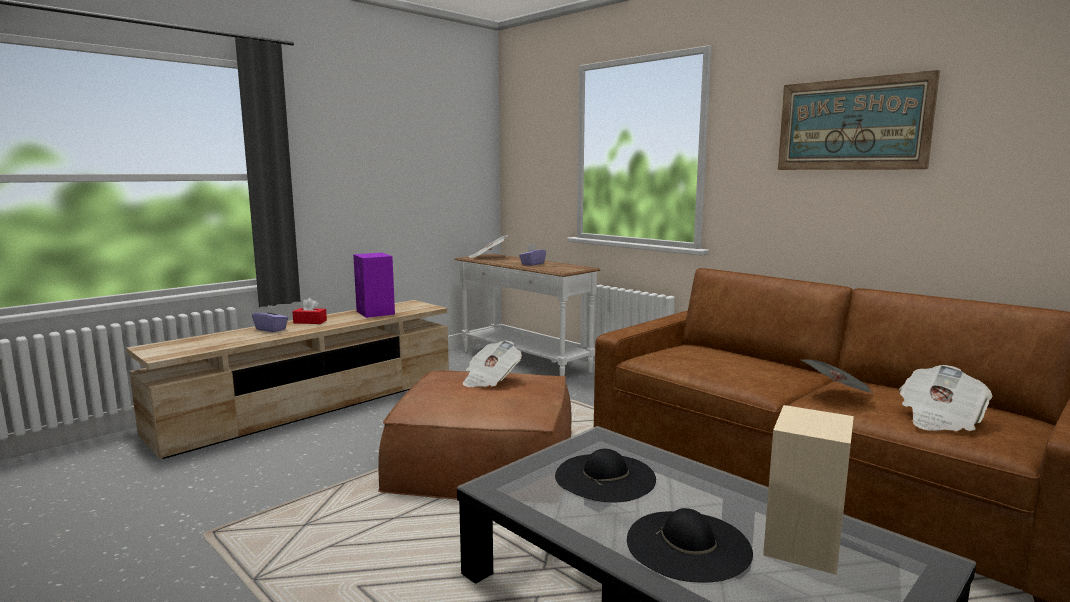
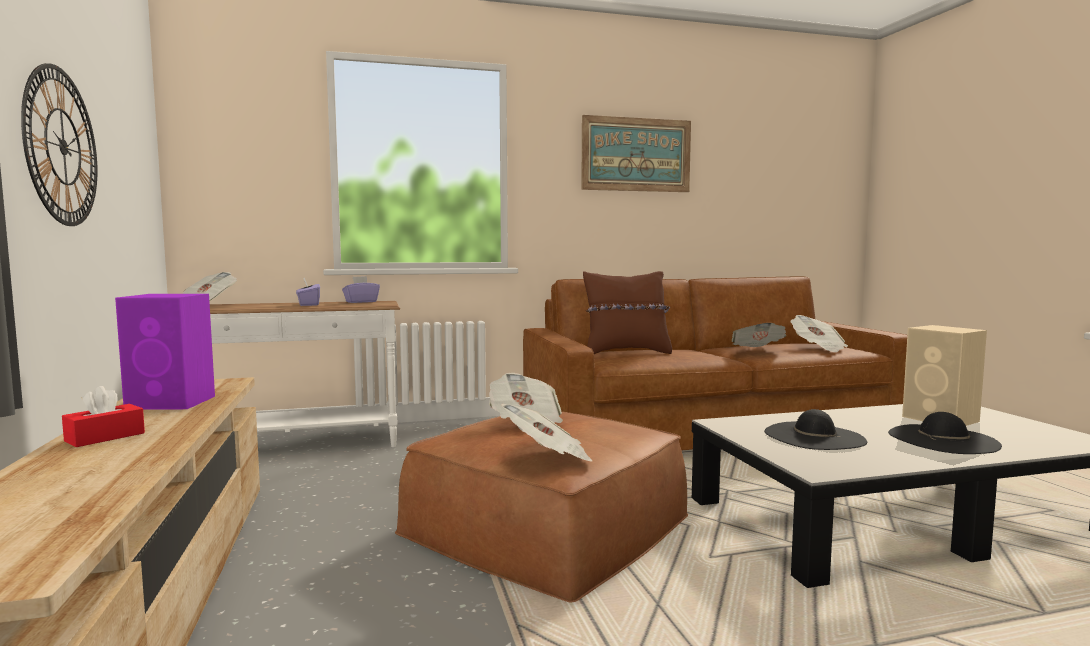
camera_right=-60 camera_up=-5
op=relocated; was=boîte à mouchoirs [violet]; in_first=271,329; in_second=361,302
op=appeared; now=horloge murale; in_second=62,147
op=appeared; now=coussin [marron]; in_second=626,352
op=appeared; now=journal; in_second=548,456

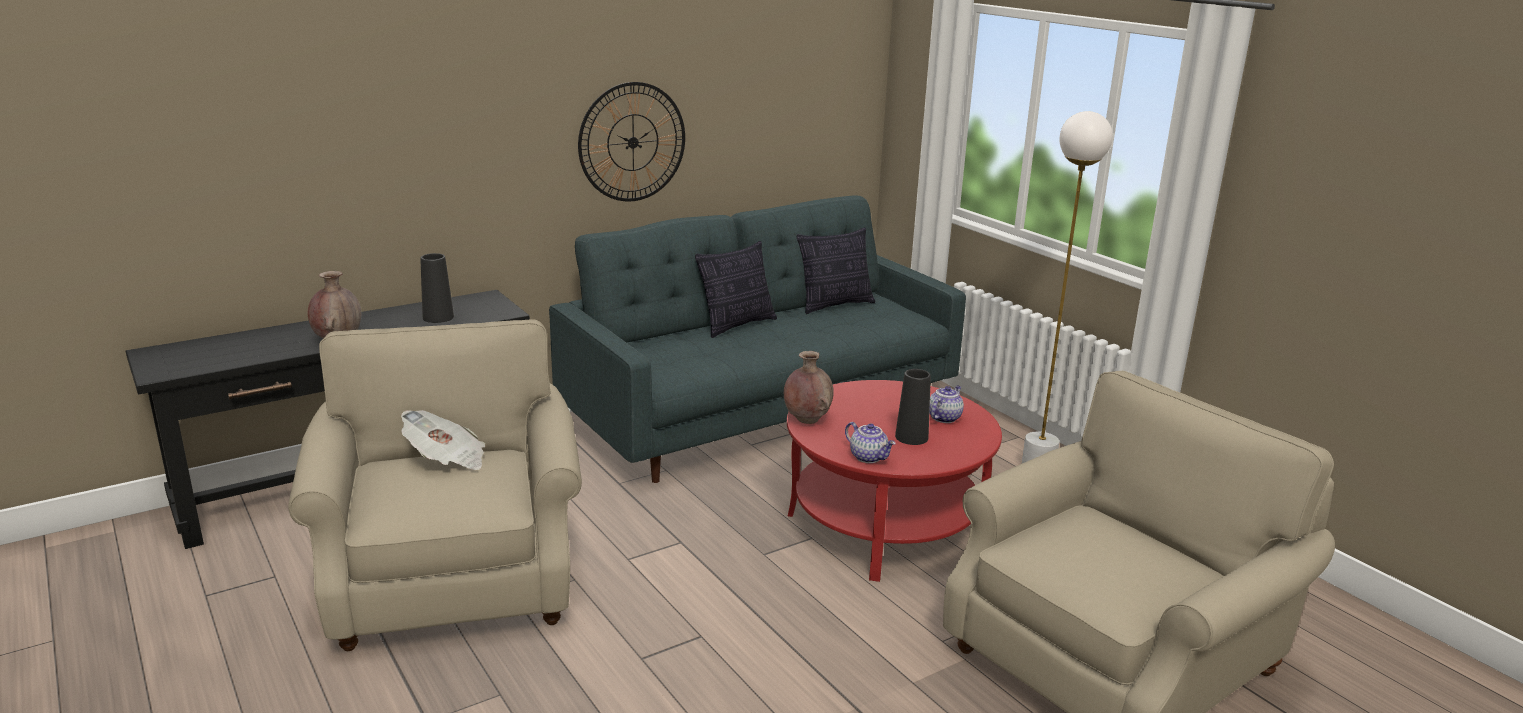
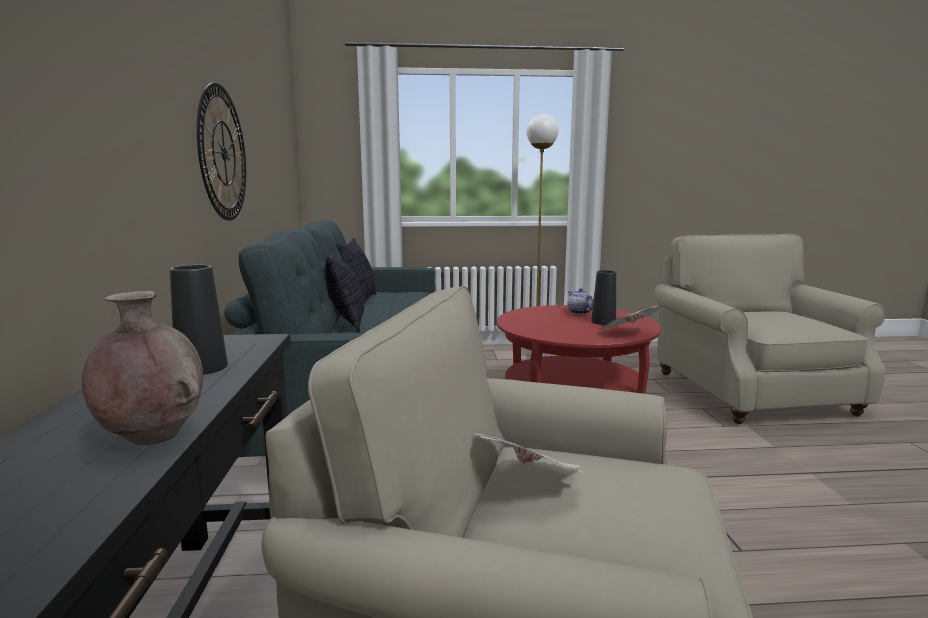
camera_right=-60 camera_up=-10
op=missing; was=vase [marron]; in_first=806,420
op=exchanged; was=théière; now=journal; in_first=869,457; in_second=628,334

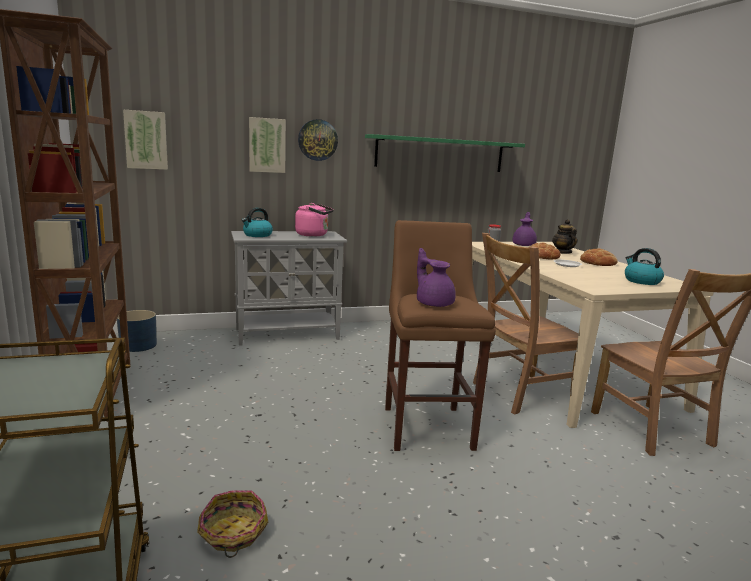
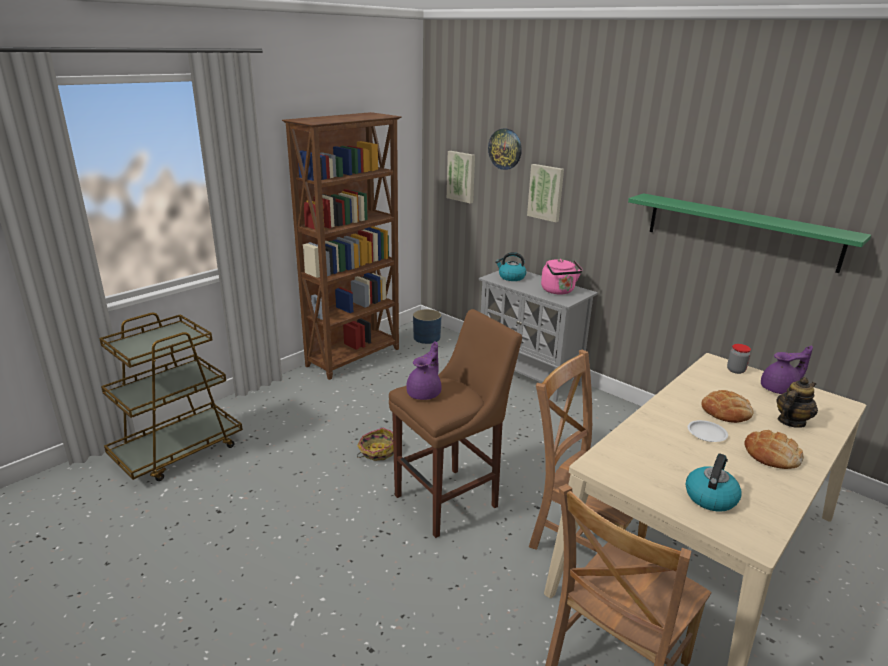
camera_right=60 camera_up=10
op=relocated; was=horloge murale; in_first=317,140; in_second=505,149
op=relocated; was=panier; in_first=233,533; in_second=377,451

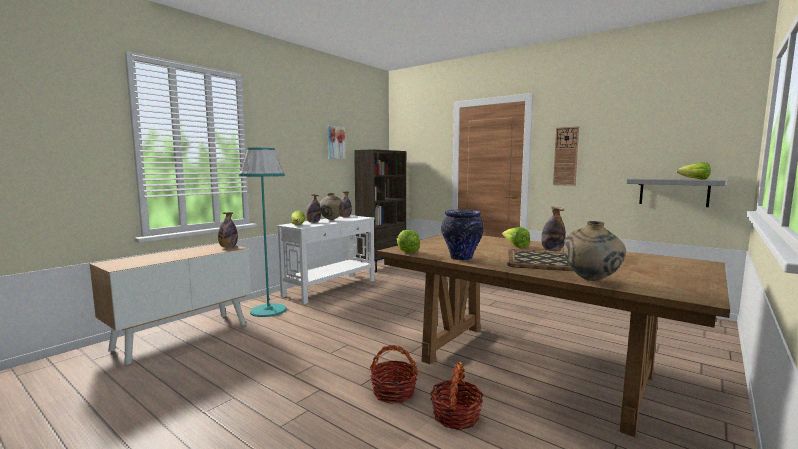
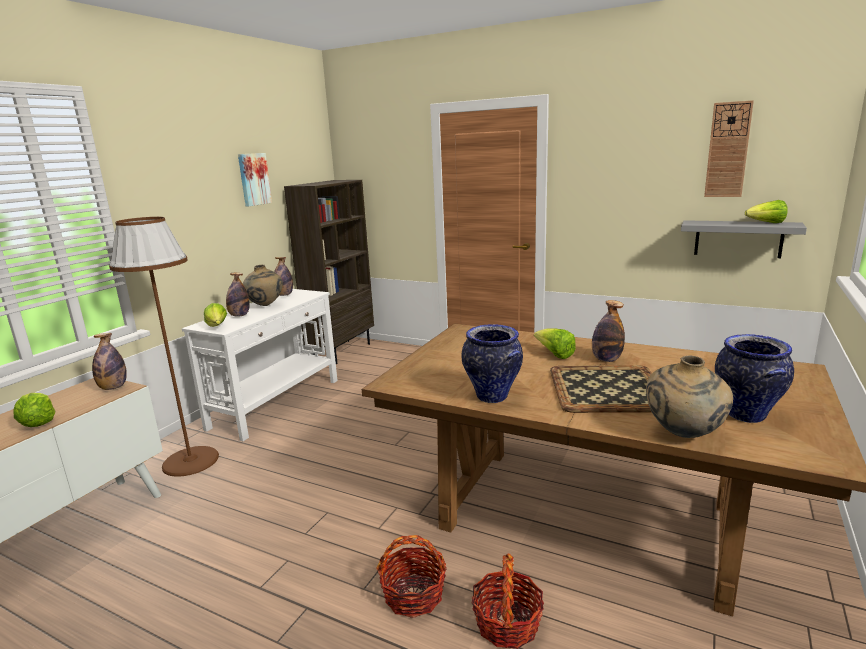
camera_right=-10 camera_up=10
op=relocated; was=horloge murale; in_first=566,156; in_second=728,150
op=colour; was=lampadaire [turquoise]; now=lampadaire [marron]; in_first=268,310; in_second=191,461
op=relocated; was=laitue; in_first=407,252; in_second=38,423
op=appeared; now=vase; in_second=747,416

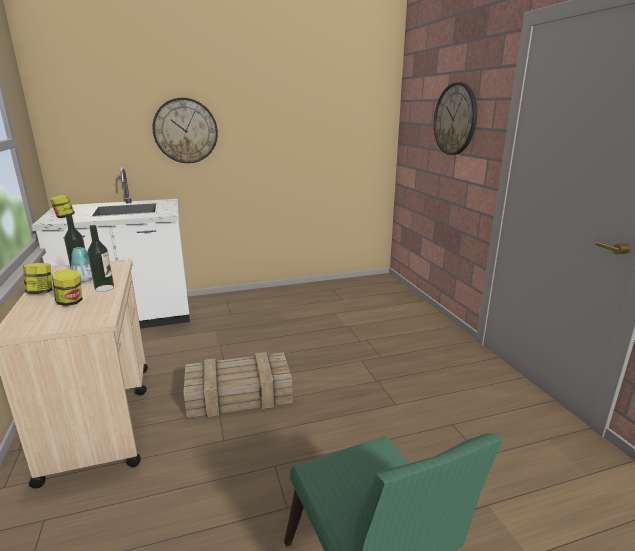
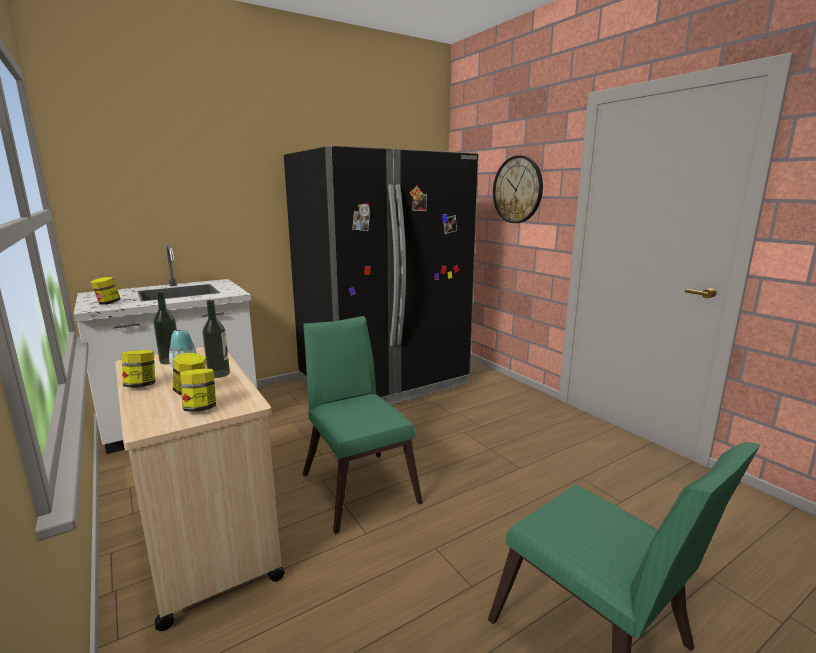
camera_right=-15 camera_up=-5
op=missing; was=horloge murale; in_first=185,131
op=exchanged; was=caisse; now=chaise [vert]; in_first=240,394; in_second=358,483
op=appeared; now=réfrigérateur [noir]; in_second=384,383
op=appeared; now=bocal; in_second=200,408

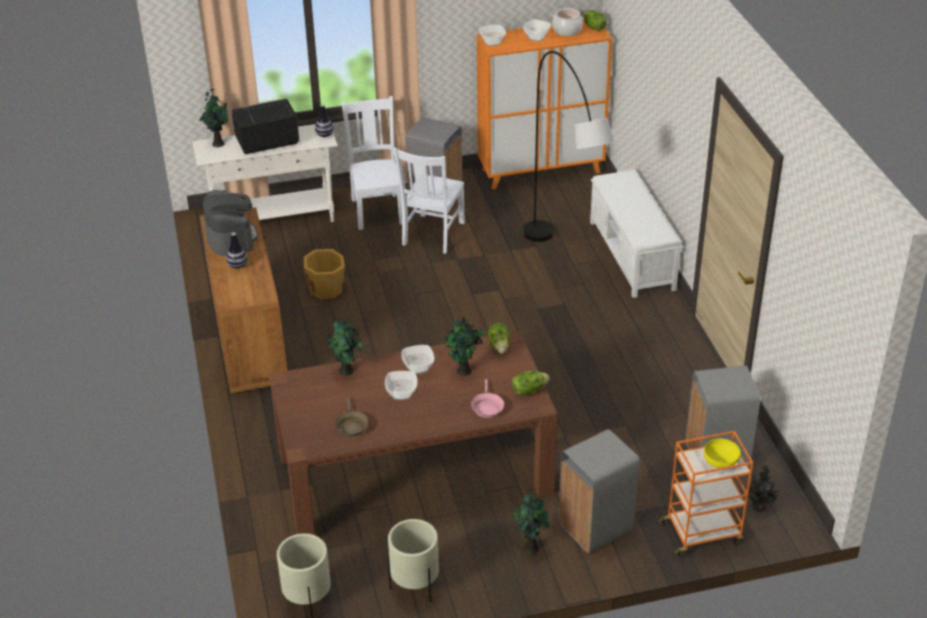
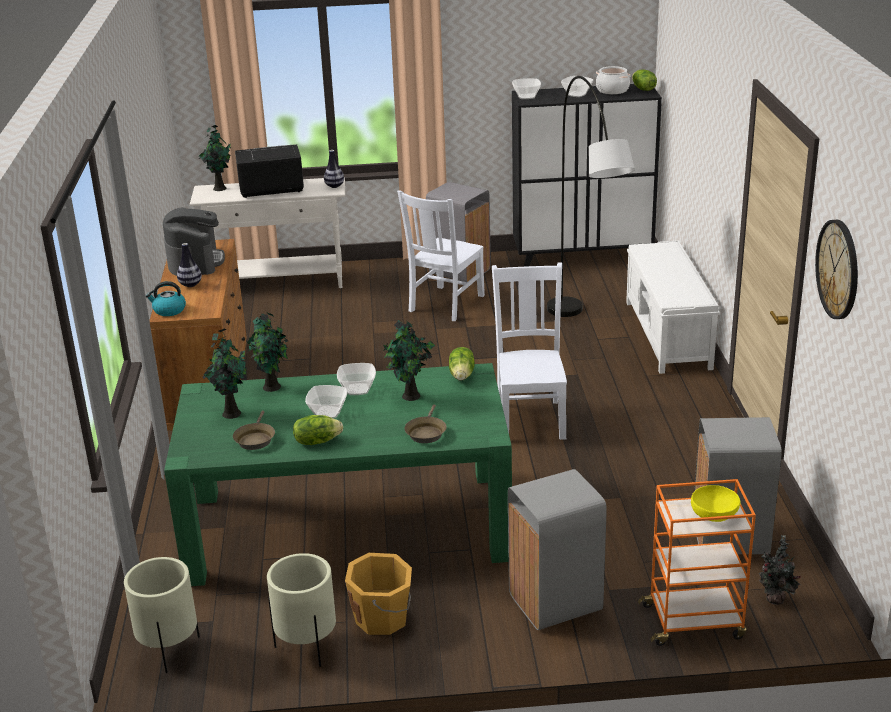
camera_right=10 camera_up=-10
op=colour; was=meuble de rangement [orange]; now=meuble de rangement [noir]; in_first=541,171; in_second=583,256
op=relocated; was=chaise [blanc]; in_first=377,210; in_second=531,418
op=relocated; was=seau [orange]; in_first=327,289; in_second=383,618
op=colour; was=table à manger [marron]; now=table à manger [vert]; in_first=414,473; in_second=348,525
op=relocated; was=laitue; in_first=529,390; in_second=317,441
op=colour; was=poêle [rose]; now=poêle [marron]; in_first=487,407; in_second=426,432
op=relocated; was=plante en pot; in_first=530,547; in_second=231,413
op=appeared; now=horloge murale; in_second=838,269
op=appeared; now=bouilloire; in_second=169,310

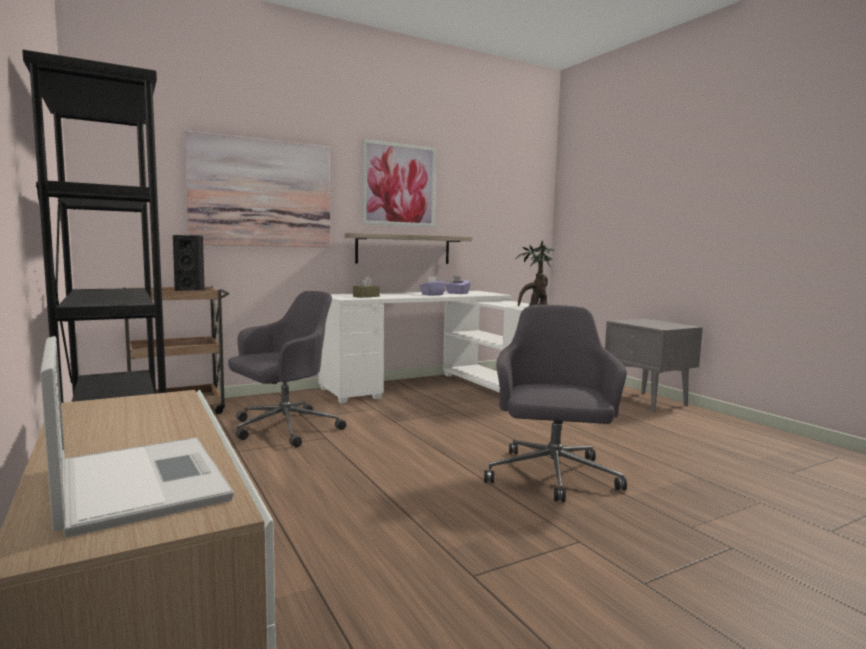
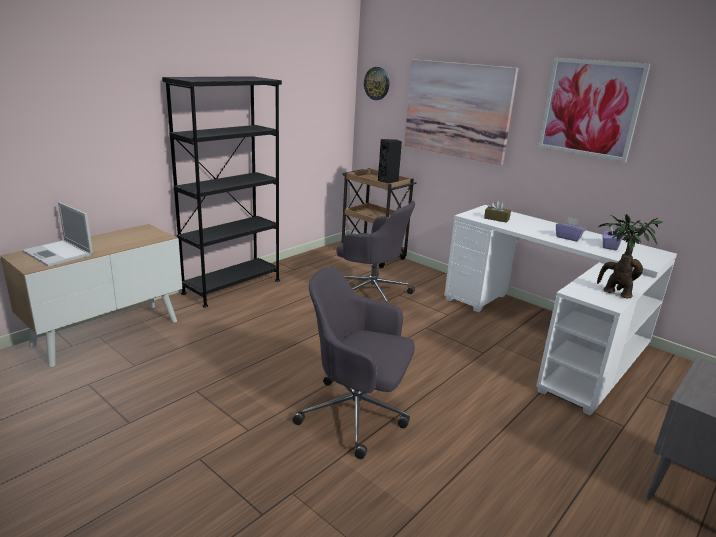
camera_right=70 camera_up=15
op=missing; was=étagère; in_first=403,249
op=spun; was=chaise de bureau [gris]; in_first=552,476; in_second=357,414; clockwise=-150
op=spun; was=ordinateur portable; in_first=137,482; in_second=59,254; clockwise=90
op=appeared; now=horloge murale; in_second=377,83

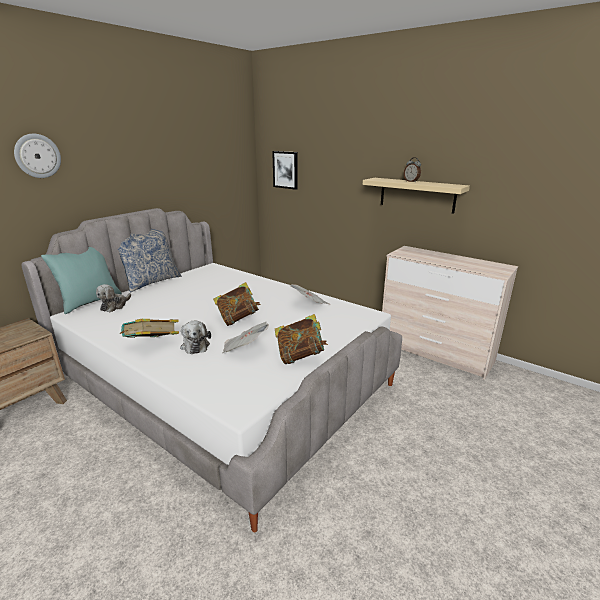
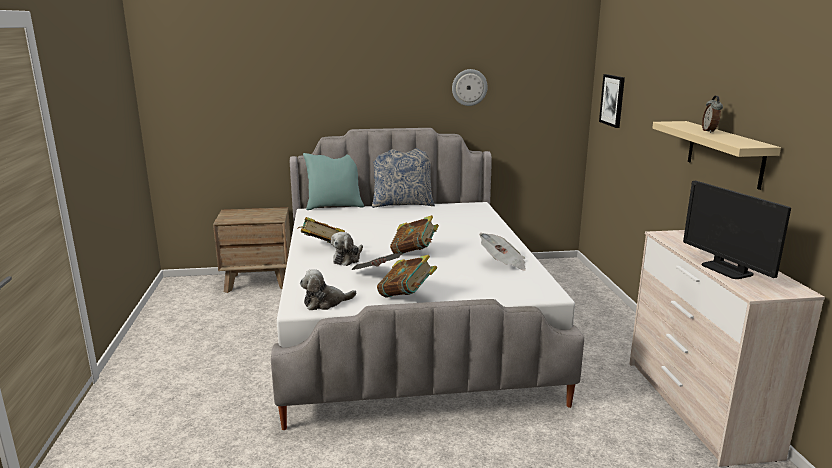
camera_right=45 camera_up=-5
op=relocated; was=horloge murale; in_first=37,156; in_second=469,87
op=relocated; was=peluche; in_first=115,306; in_second=325,303
op=appeared; now=écran d'ordinateur; in_second=727,270

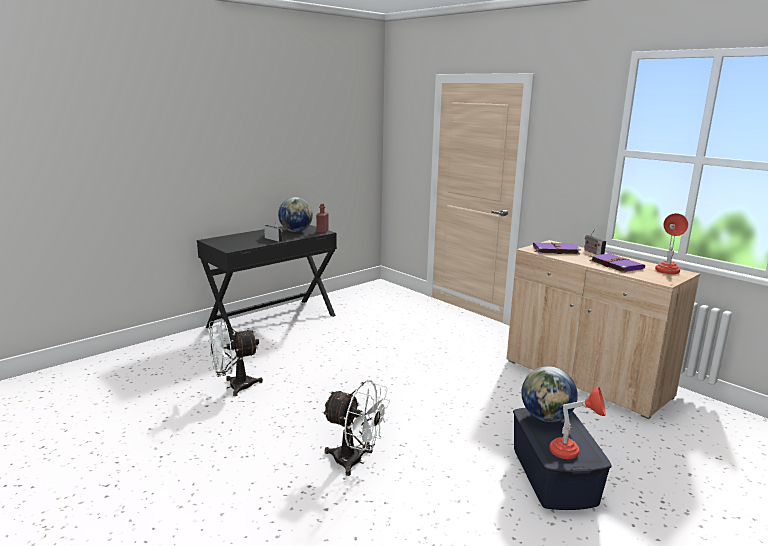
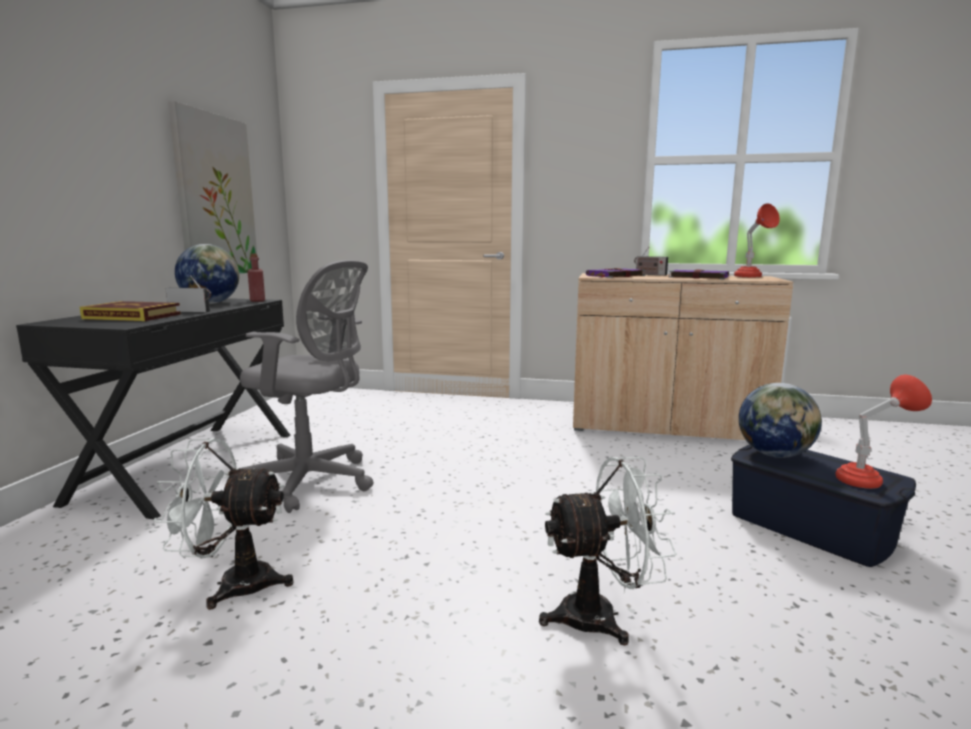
camera_right=-35 camera_up=-5
op=spun; was=ventilateur [blanc]; in_first=234,387; in_second=233,584; clockwise=60
op=appeared; now=tableau; in_second=215,196
op=appeared; now=chaise de bureau [gris]; in_second=312,482
op=appeared; now=livre; in_second=132,316

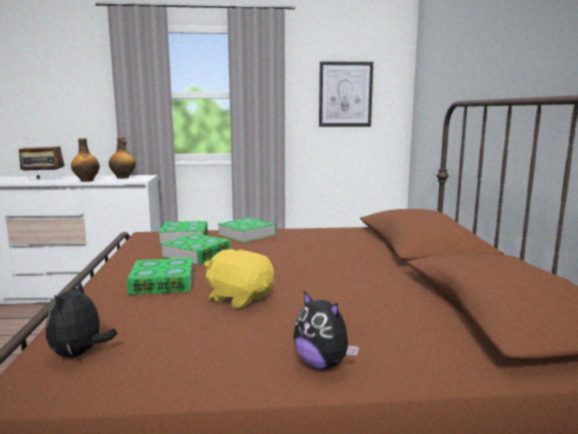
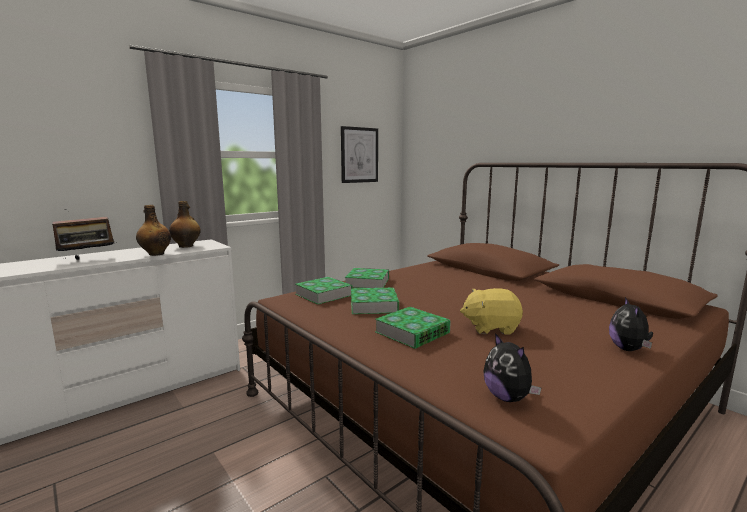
camera_right=-35 camera_up=0
op=spun; was=peluche; in_first=322,364; in_second=628,349; clockwise=90

